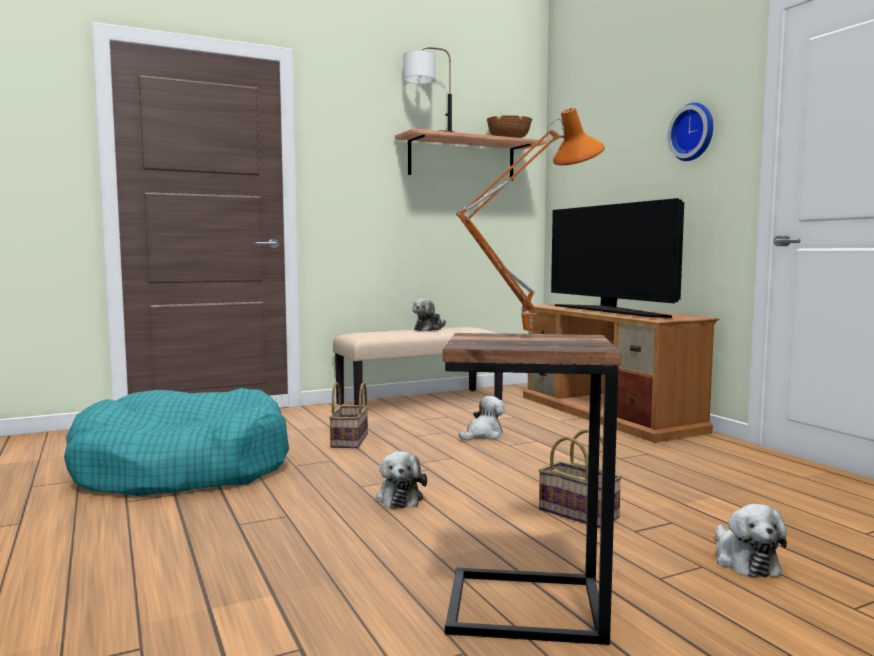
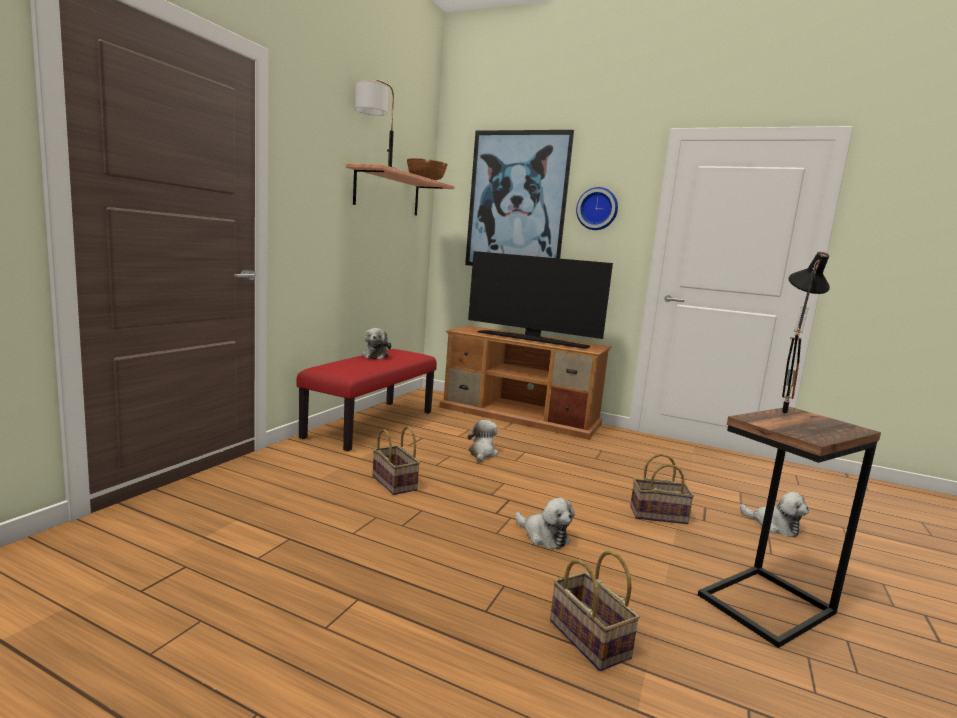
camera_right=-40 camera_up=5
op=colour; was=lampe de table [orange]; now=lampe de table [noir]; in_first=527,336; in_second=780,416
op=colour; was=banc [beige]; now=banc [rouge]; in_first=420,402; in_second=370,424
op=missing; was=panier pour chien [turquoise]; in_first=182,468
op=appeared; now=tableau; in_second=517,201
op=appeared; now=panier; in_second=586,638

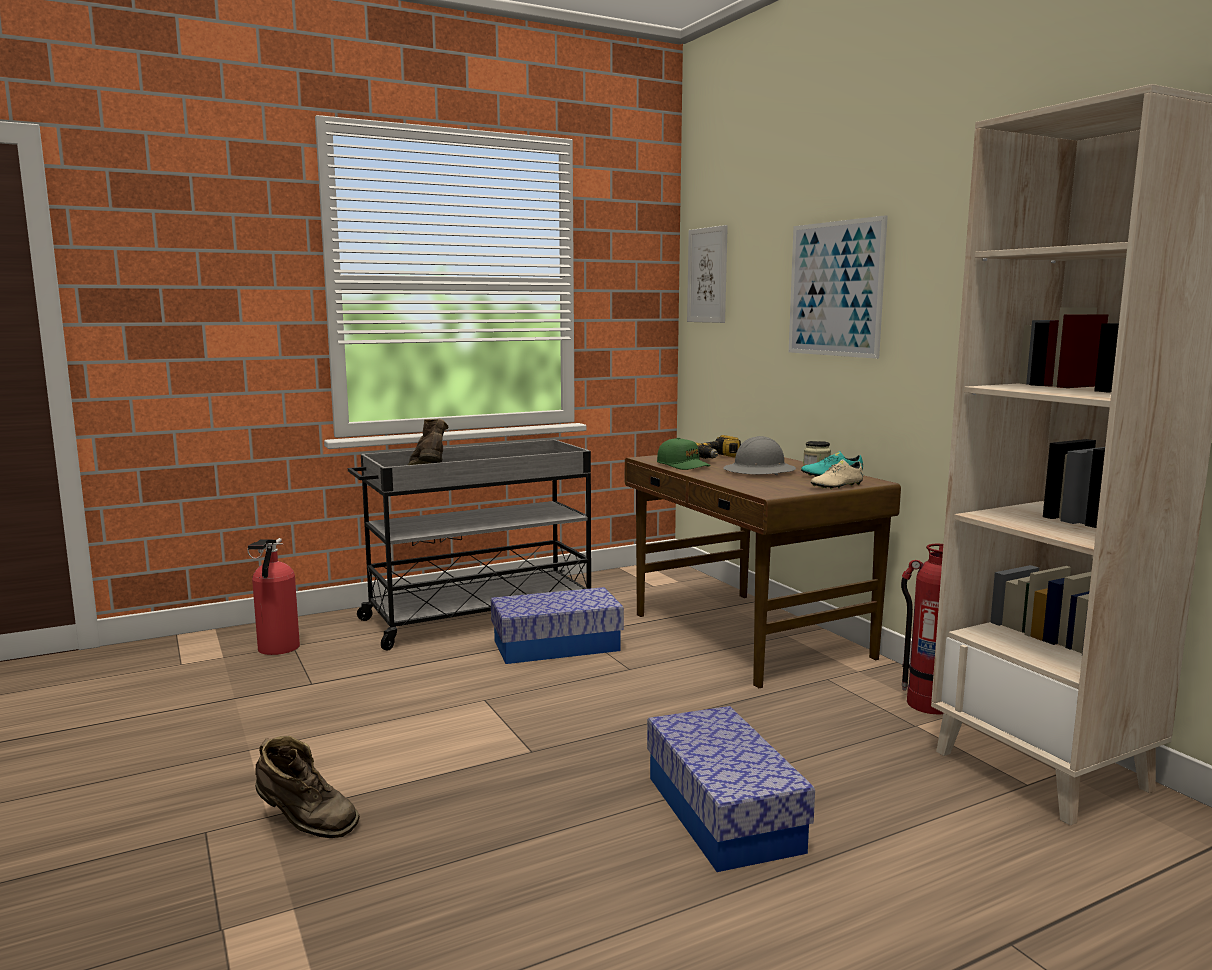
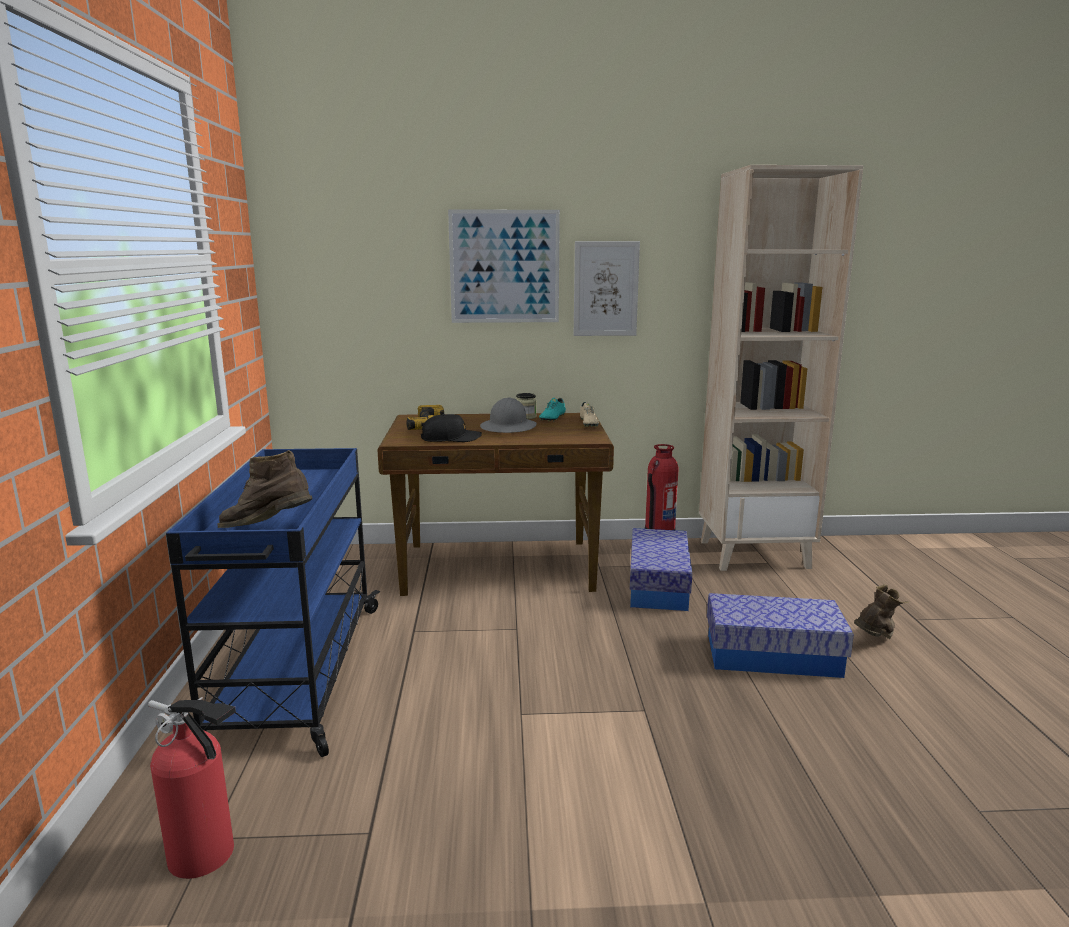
camera_right=-65 camera_up=5
op=relocated; was=tableau; in_first=707,275; in_second=605,289
op=colour; was=casquette [vert]; now=casquette [noir]; in_first=683,465; in_second=451,438
op=colour; was=chariot [gris]; now=chariot [bleu]; in_first=478,617; in_second=296,675
op=relocated; was=boîte de rangement; in_first=556,646; in_second=658,585
op=relocated; was=botte [marron]; in_first=305,825; in_second=875,640

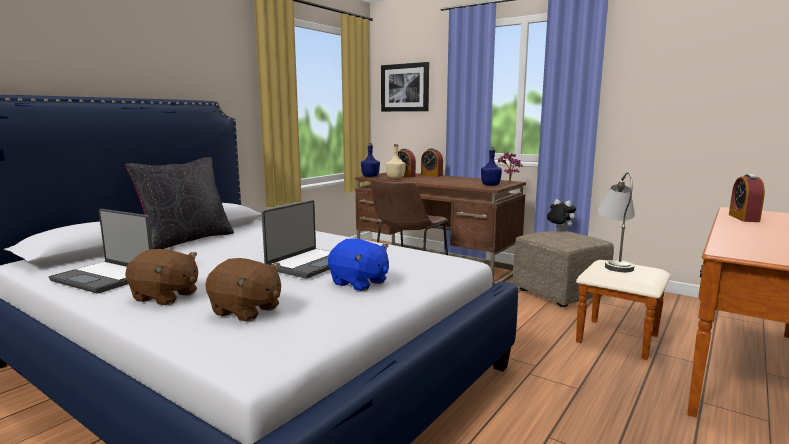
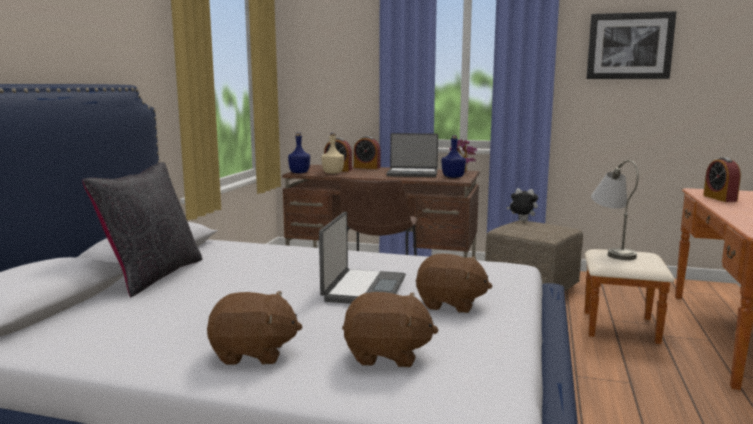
camera_right=-20 camera_up=0
op=relocated; was=tableau; in_first=405,87; in_second=629,46
op=relocated; was=ordinateur portable; in_first=105,278; in_second=412,174
op=colour; was=peluche [bleu]; now=peluche [marron]; in_first=359,283; in_second=450,304

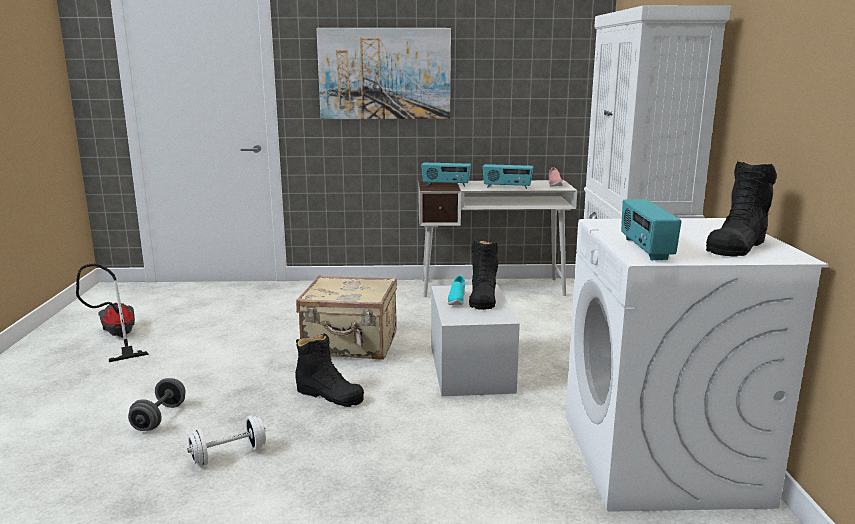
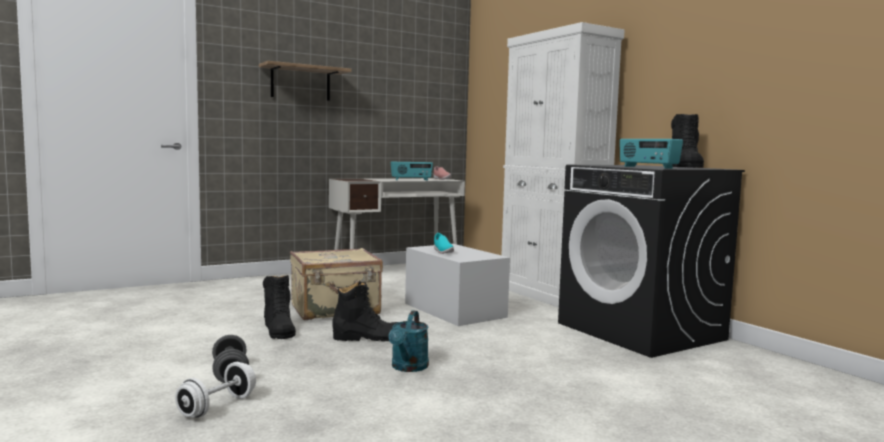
camera_right=-30 camera_up=-10
op=exchanged; was=tableau; now=étagère; in_first=384,74; in_second=300,83
op=missing; was=radio; in_first=446,185
op=colour; was=lave-linge [blanc]; now=lave-linge [noir]; in_first=661,458; in_second=641,331
op=relocated; was=botte [noir]; in_first=483,298; in_second=279,330
op=missing; was=aspirateur; in_first=117,337
op=relocated; was=haltère [blanc]; in_first=229,455; in_second=217,406
op=appeared; now=arrosoir [turquoise]; in_second=408,368

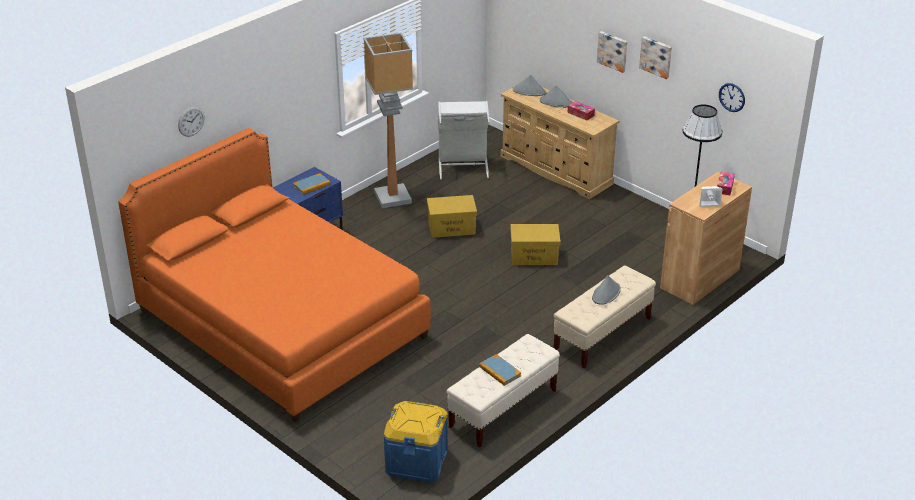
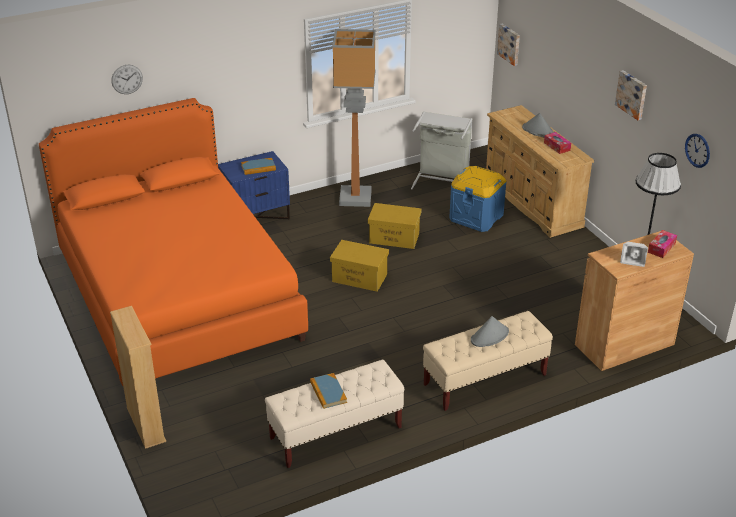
camera_right=20 camera_up=0
op=relocated; was=tableau; in_first=613,51; in_second=509,44
op=missing; was=chapeau [gris]; in_first=529,91
op=relocated; was=boîte de rangement [jaune]; in_first=533,256; in_second=359,278
op=relocated; was=boîte de rangement [bleu]; in_first=416,461; in_second=476,217
op=appeared; now=bibliothèque [beige]; in_second=146,425

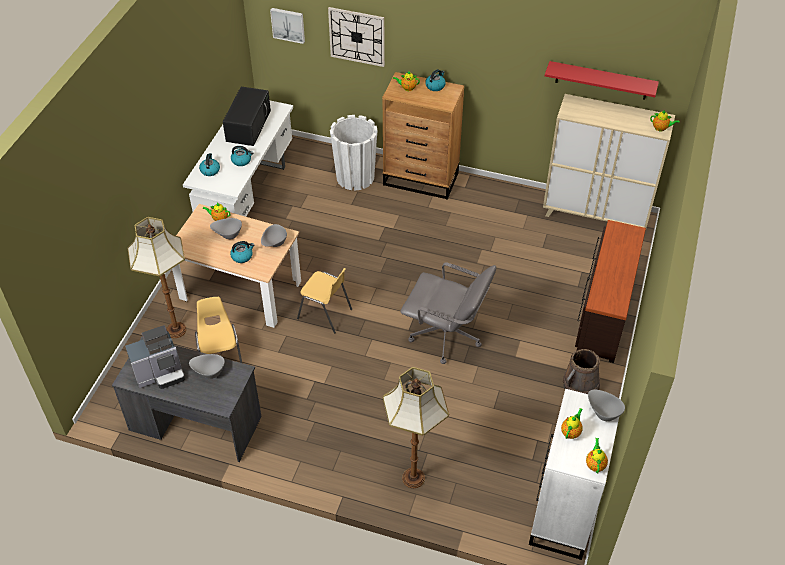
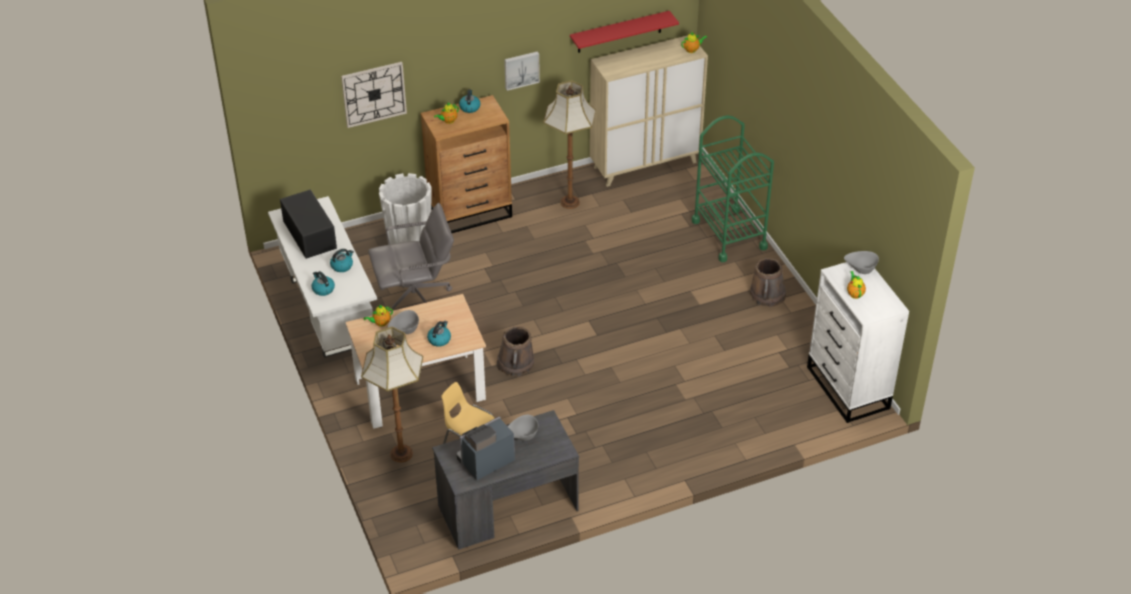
camera_right=-40 camera_up=-5
op=relocated; was=tableau; in_first=288,24; in_second=521,69
op=exchanged; was=commode [marron]; now=chariot [vert]; in_first=603,312; in_second=729,234
op=missing; was=bol [gris]; in_first=274,244
op=relocated; was=chaise de bureau [gris]; in_first=446,336; in_second=416,298
op=exchanged; was=chaise [jaune]; now=seau [marron]; in_first=325,314; in_second=515,364
op=spun; was=machine à café; in_first=160,373; in_second=484,462; clockwise=-150
op=relocated; was=lampadaire; in_first=413,477; in_second=569,202
op=missing; was=théière; in_first=595,464

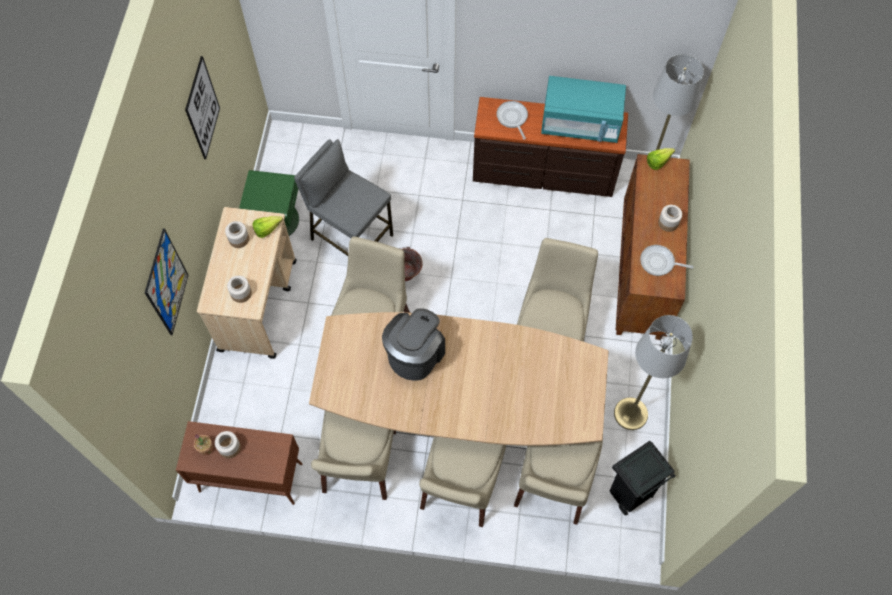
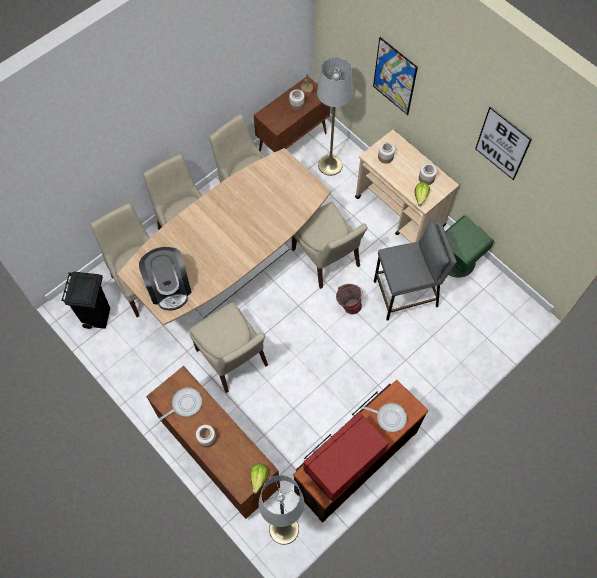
camera_right=130 camera_up=0
op=colour; was=micro-ondes [turquoise]; now=micro-ondes [rouge]; in_first=580,124; in_second=343,462
op=relocated; was=machine à café; in_first=415,354; in_second=169,287
op=relocated; was=lampadaire [gris]; in_first=631,413; in_second=330,165

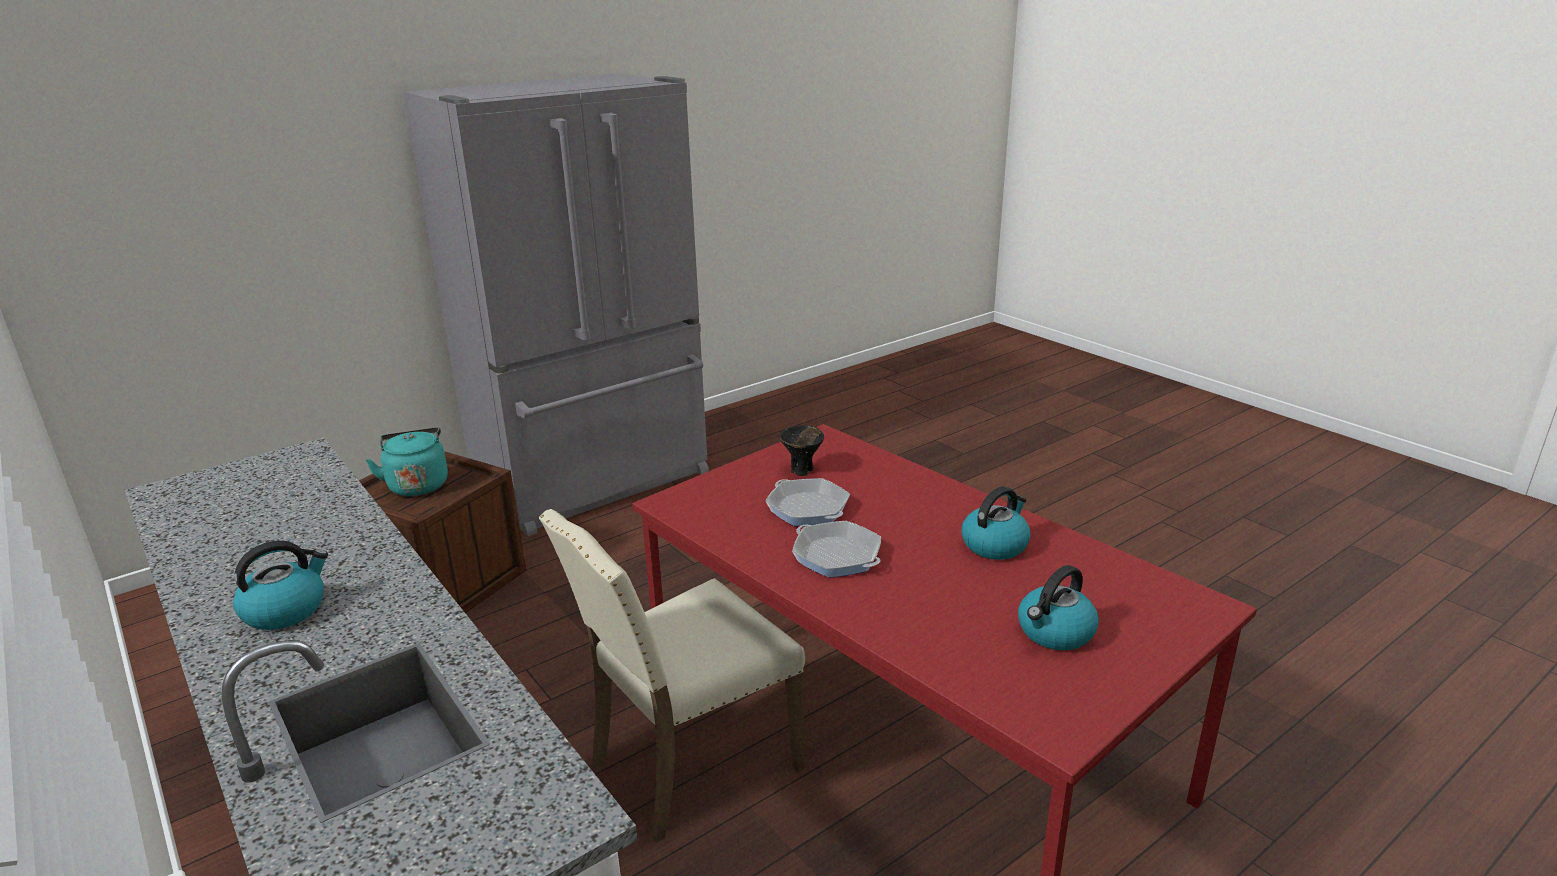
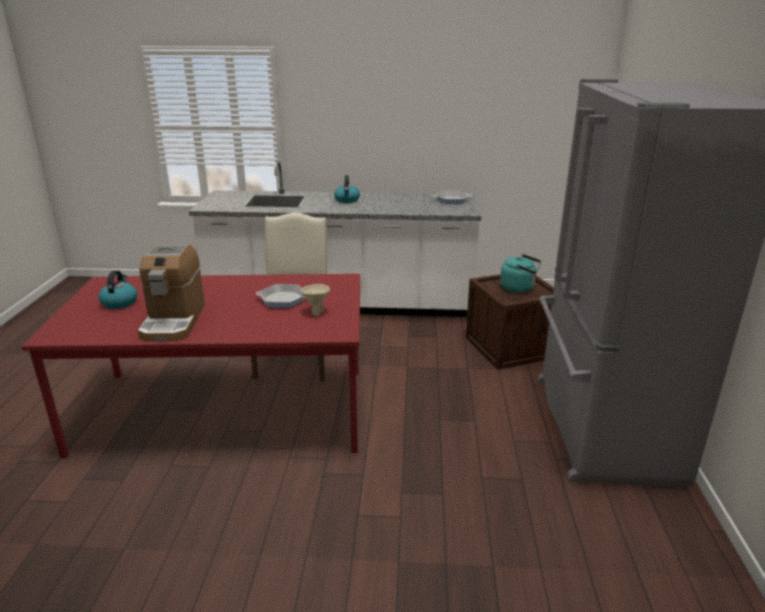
camera_right=130 camera_up=0
op=colour; was=bol [noir]; now=bol [beige]; in_first=802,471; in_second=317,312
op=exchanged; was=bouilloire; now=machine à café; in_first=995,544; in_second=173,321
op=relocated; was=poêle; in_first=837,556; in_second=452,200

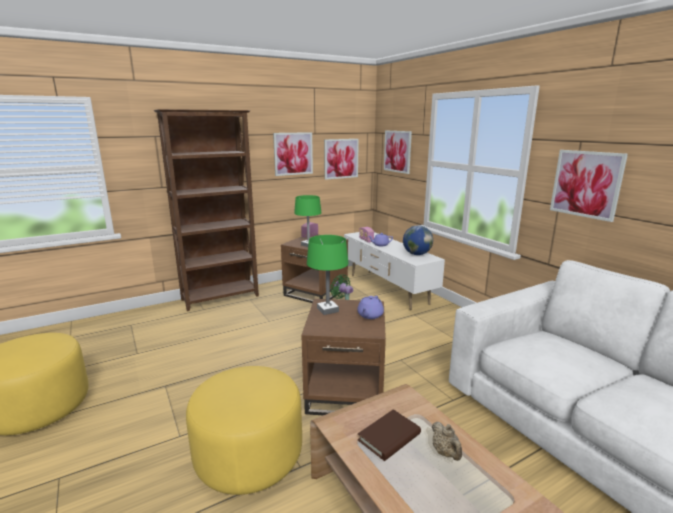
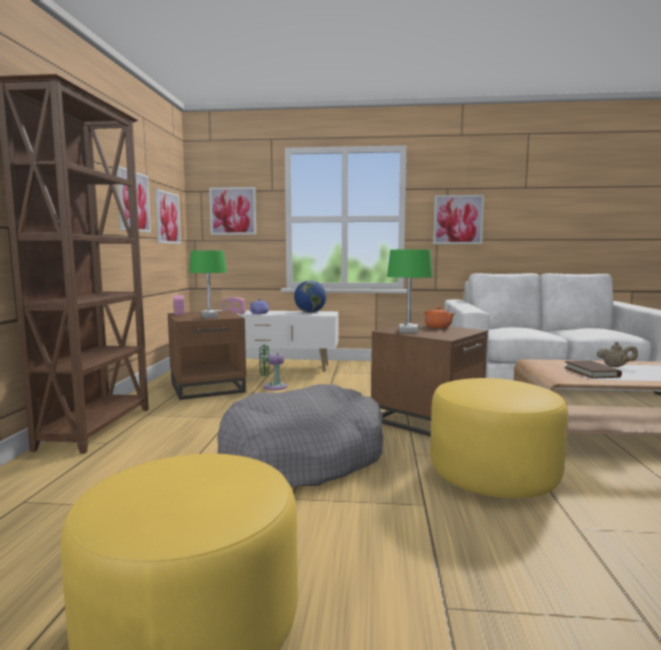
camera_right=-55 camera_up=-10
op=colour; was=théière [violet]; now=théière [orange]; in_first=370,315; in_second=438,327
op=appeared; now=panier pour chien [gris]; in_second=302,456

